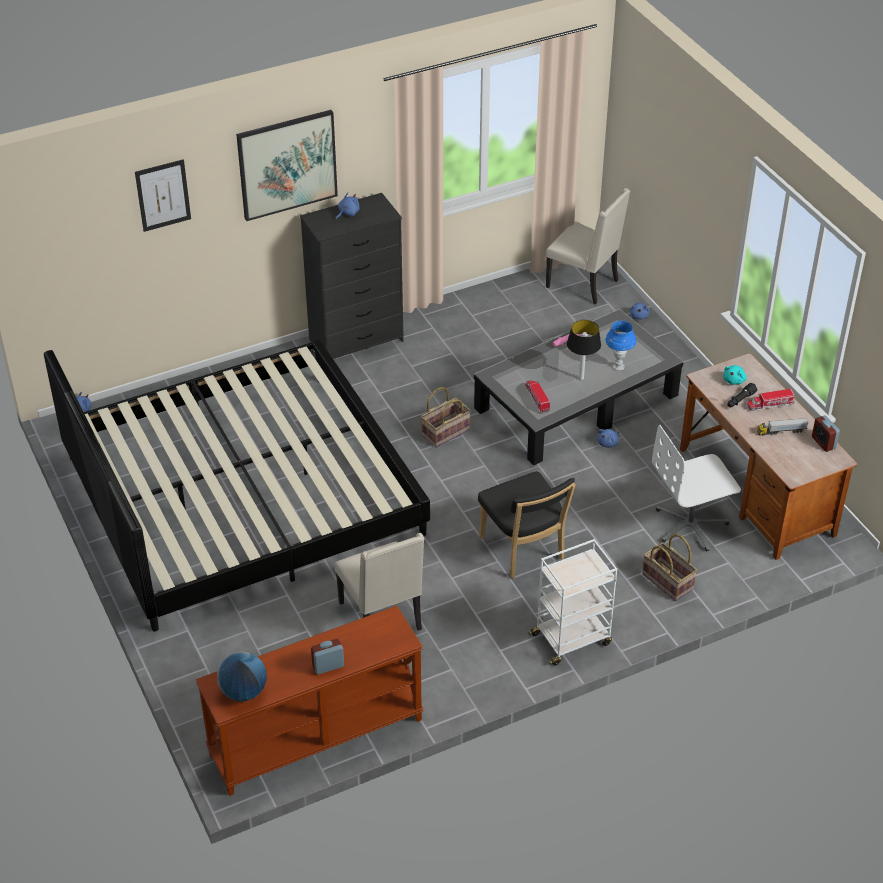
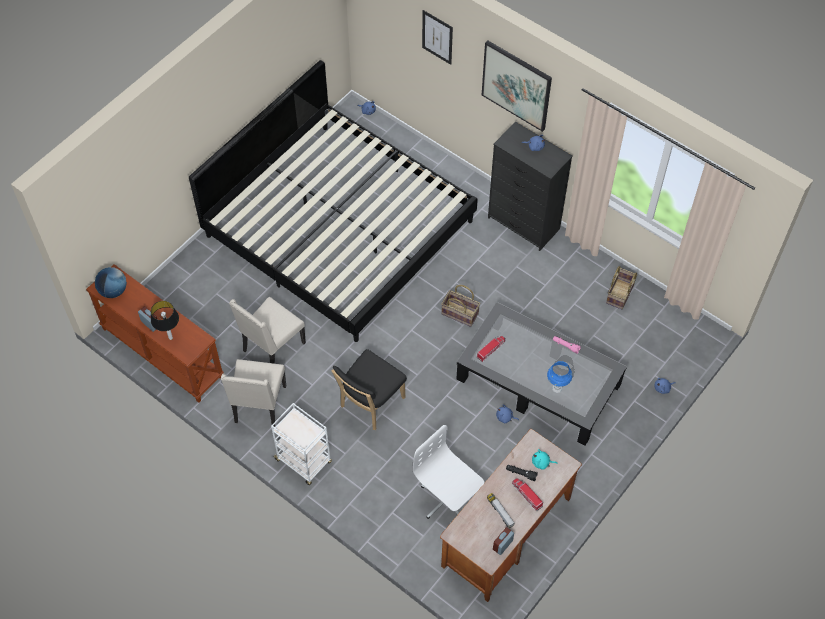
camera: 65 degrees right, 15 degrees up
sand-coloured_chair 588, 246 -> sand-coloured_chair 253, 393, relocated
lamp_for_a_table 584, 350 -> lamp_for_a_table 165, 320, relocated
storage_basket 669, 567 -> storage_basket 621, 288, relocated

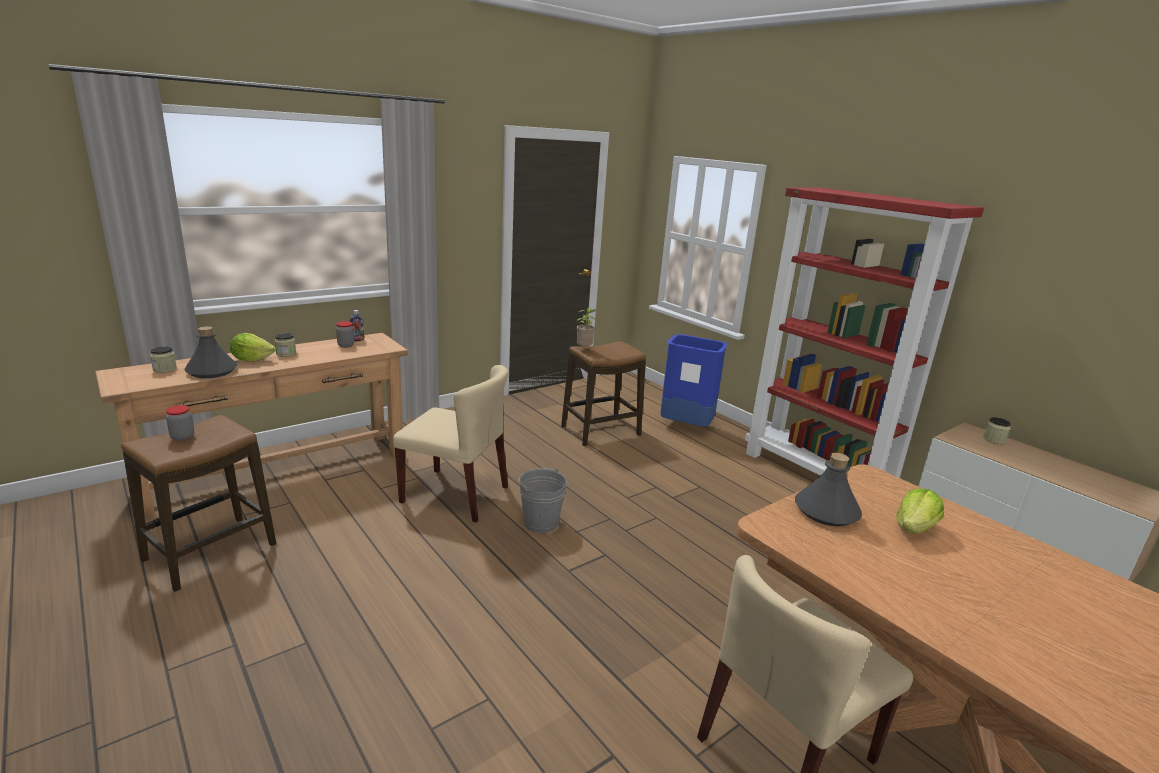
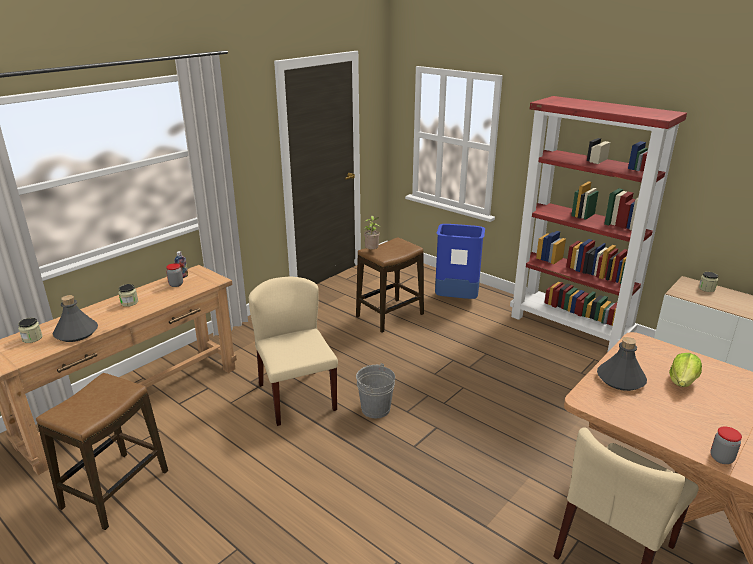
camera: 10 degrees left, 5 degrees up
lettuce 253, 347 -> none
sand-coloured_chair 451, 444 -> sand-coloured_chair 293, 351, 120 degrees counterclockwise
preserve_jar 180, 423 -> preserve_jar 726, 445, relocated

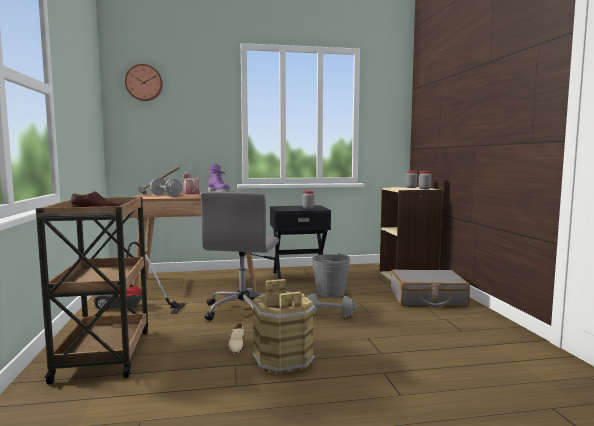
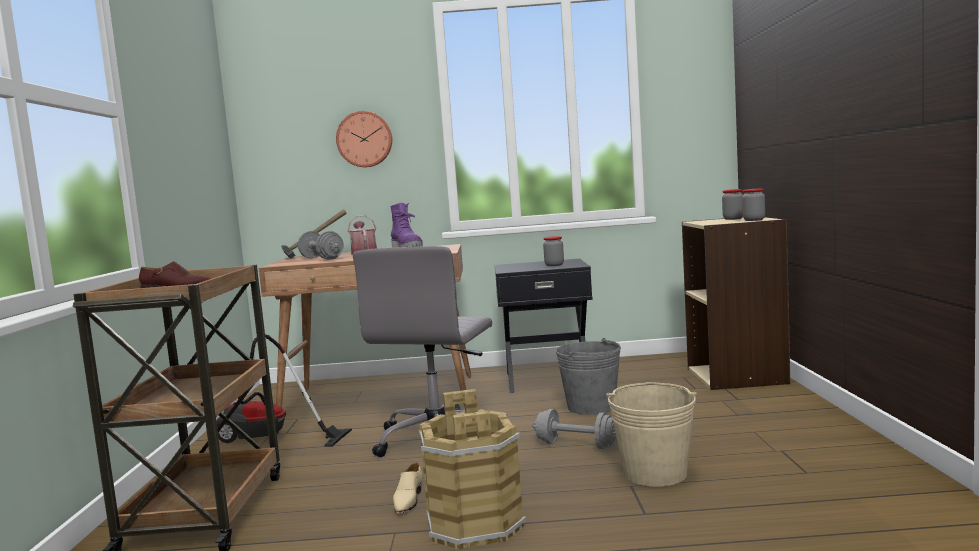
camera: 10 degrees right, 0 degrees up
clock_on_the_wall 144, 82 -> clock_on_the_wall 364, 139, relocated
gray_travel_case 430, 288 -> none
none -> sand-coloured_pail 651, 434

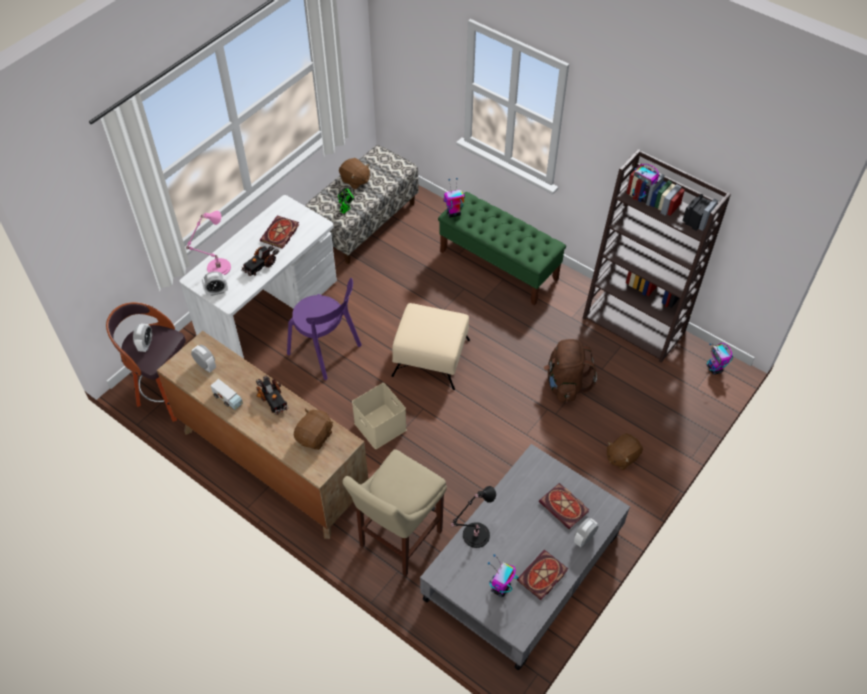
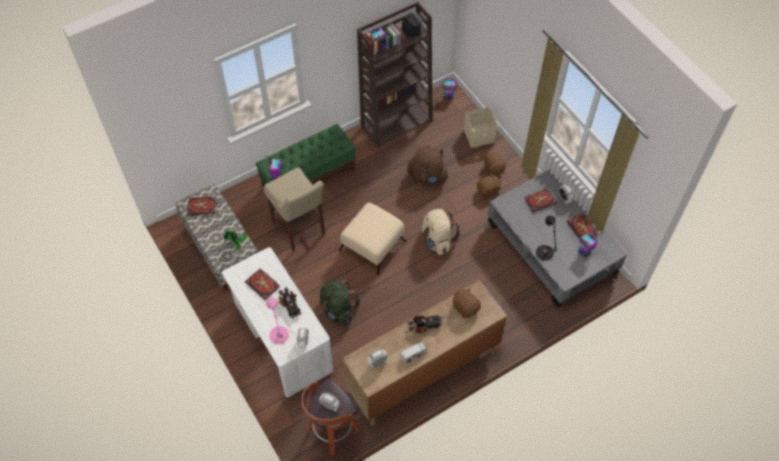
camera: 70 degrees left, 5 degrees up
brown_soft_toy 354, 173 -> brown_soft_toy 489, 185, relocated
purplish_chair 324, 329 -> green_backpack 340, 302
sand-coloured_storage_bin 379, 416 -> sand-coloured_storage_bin 481, 127, relocated
sand-coloured_sitting_stool 394, 513 -> sand-coloured_sitting_stool 294, 209, relocated
none -> bound_book 201, 206
none -> sand-coloured_backpack 440, 232

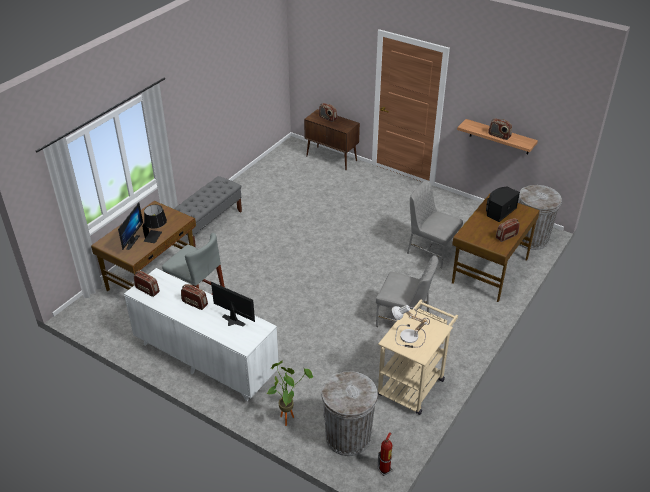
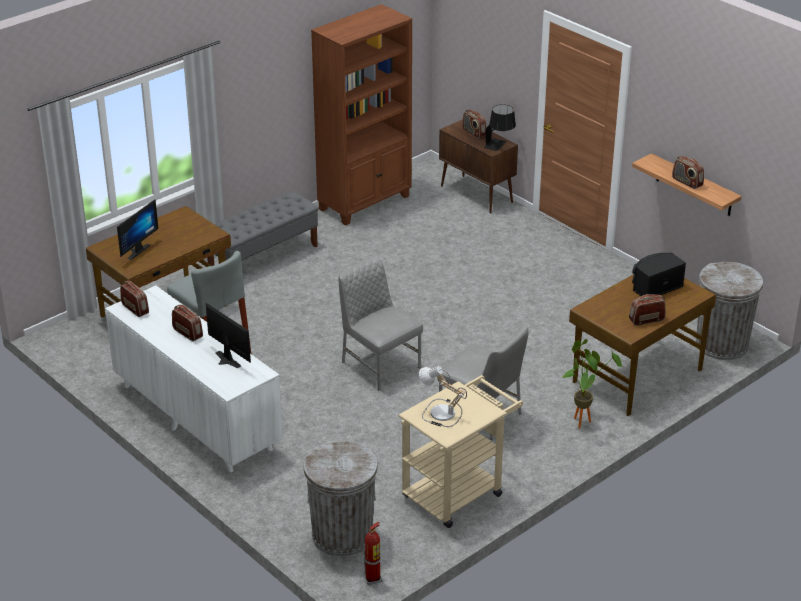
camera: 15 degrees right, 5 degrees down
gray_chair 435, 224 -> gray_chair 380, 323, relocated
black-coloured_lamp_for_a_table 154, 224 -> black-coloured_lamp_for_a_table 500, 127, relocated
potted_plant 289, 393 -> potted_plant 592, 384, relocated
none -> brown_bookshelf 361, 115

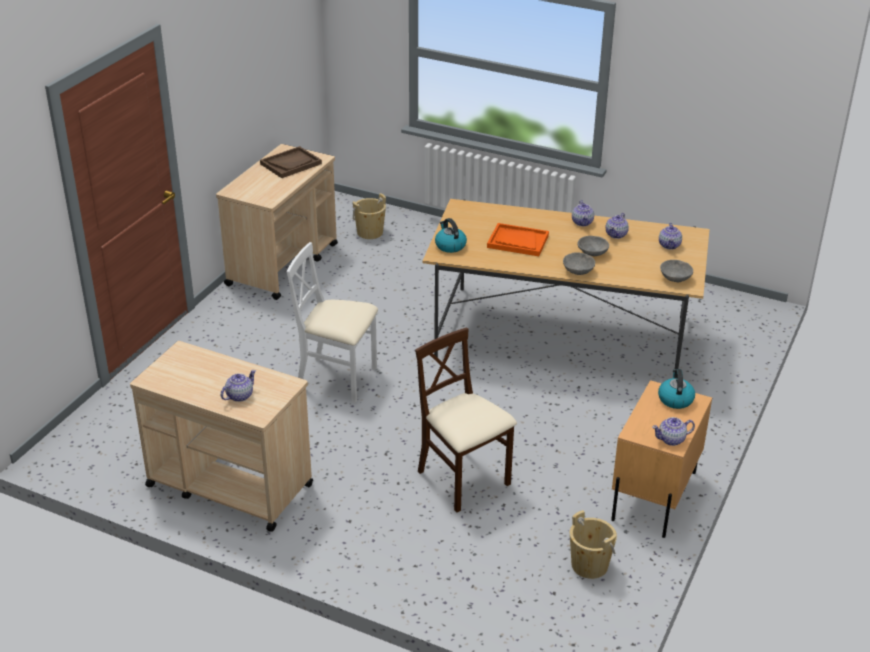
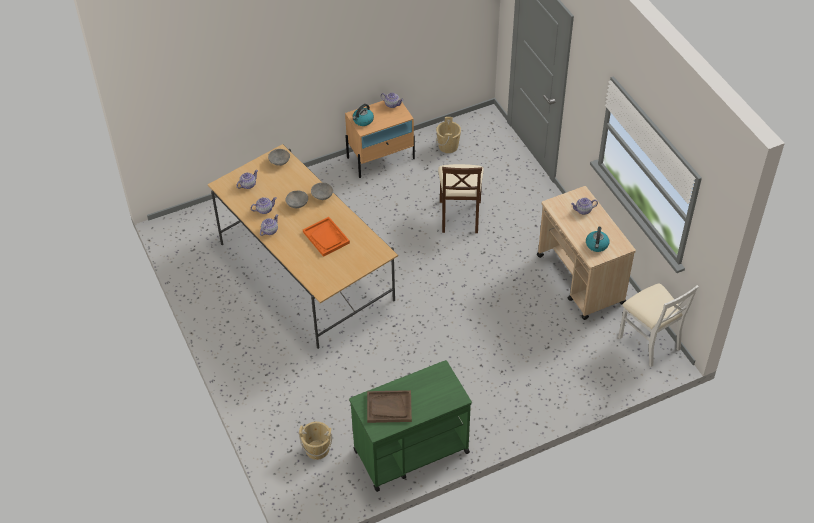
camera: 140 degrees left, 15 degrees up
sand-coloured_trolley 277, 222 -> green_trolley 410, 426
kettle 451, 235 -> kettle 597, 239, relocated
whitish_chair 332, 322 -> whitish_chair 658, 325, relocated

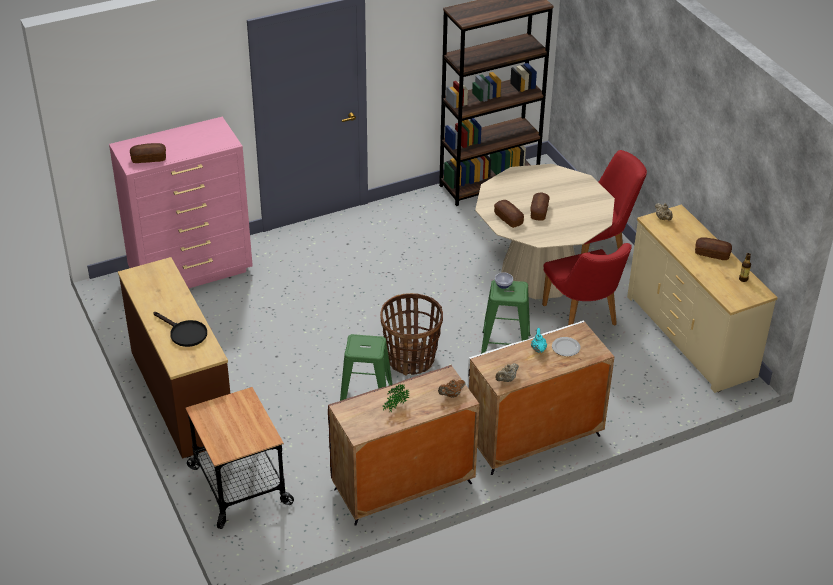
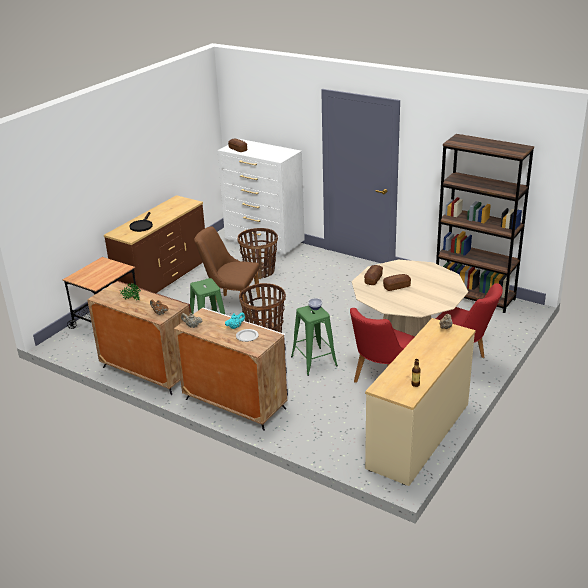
camera: 60 degrees right, 10 degrees down
pinkish_dresser 181, 202 -> whitish_dresser 261, 198
baked_bread 713, 248 -> none
none -> brown_chair 227, 272
none -> storage_basket 257, 253

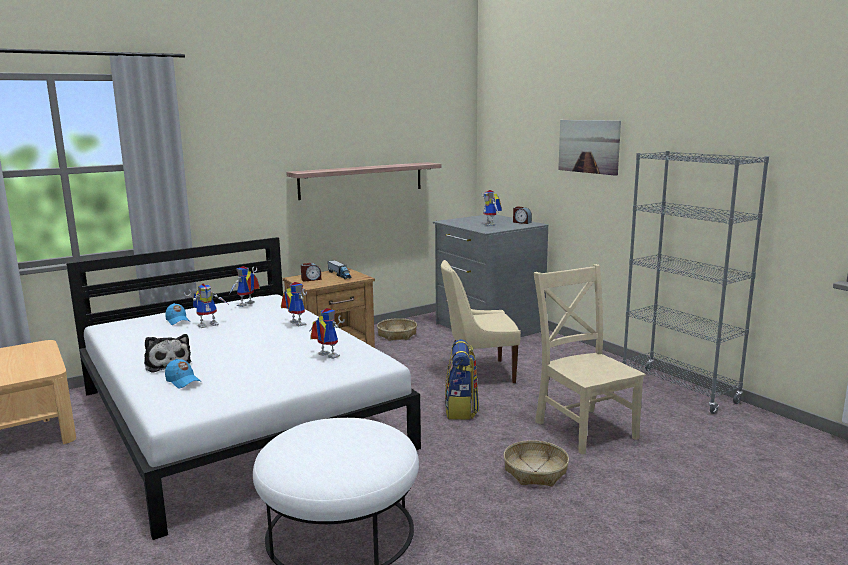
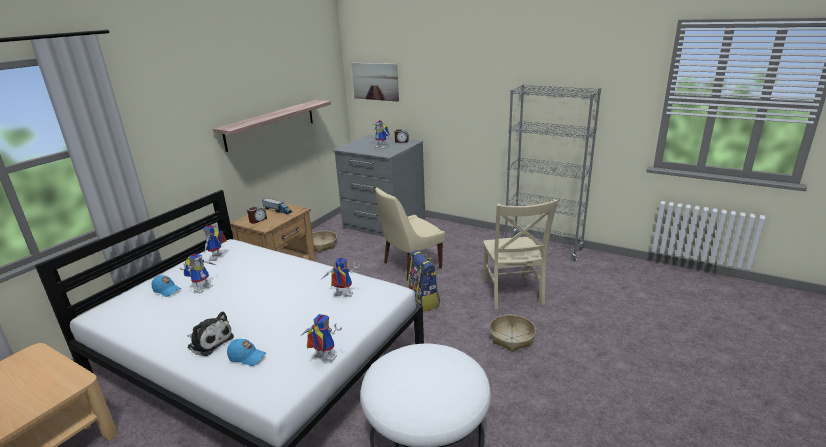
camera: 25 degrees left, 10 degrees up
wall_art 589, 148 -> wall_art 375, 82, relocated
sand-coloured_chair 589, 359 -> sand-coloured_chair 520, 254, 135 degrees counterclockwise
robot_figure 294, 304 -> robot_figure 321, 338, relocated

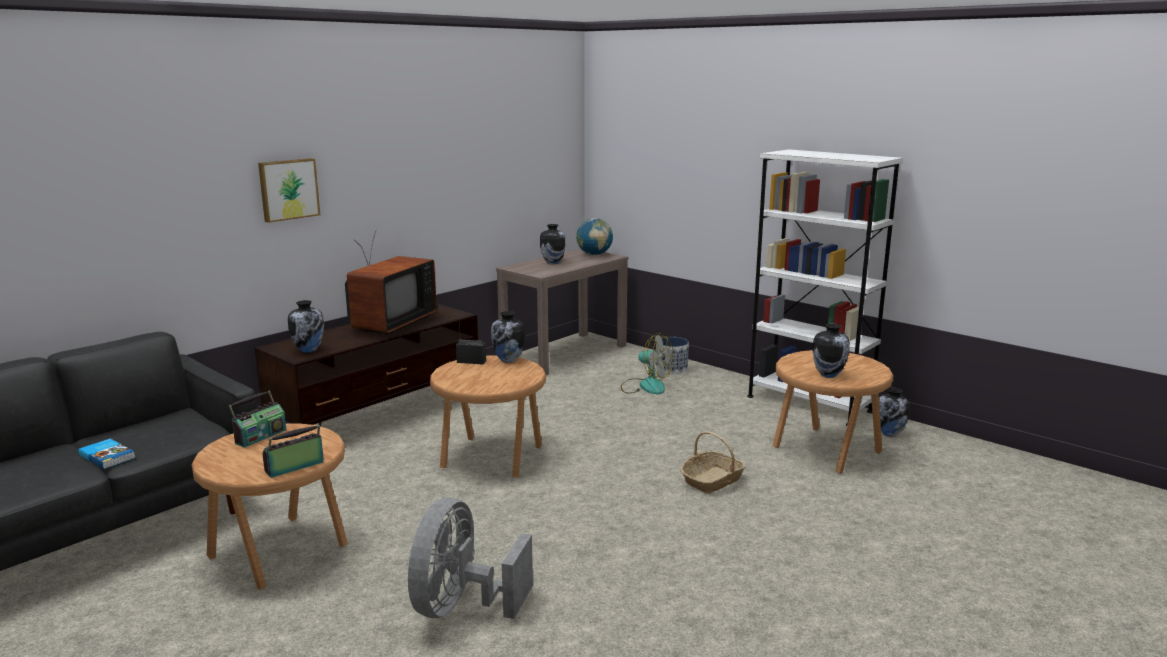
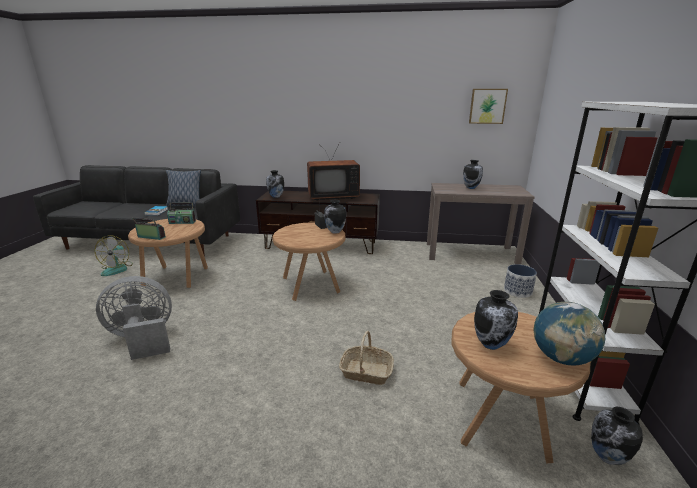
camera: 55 degrees right, 5 degrees up
wall_art 289, 190 -> wall_art 488, 106, relocated
desk_globe 594, 236 -> desk_globe 569, 333, relocated
cooling_fan 647, 363 -> cooling_fan 114, 255, relocated
none -> pillow 183, 188

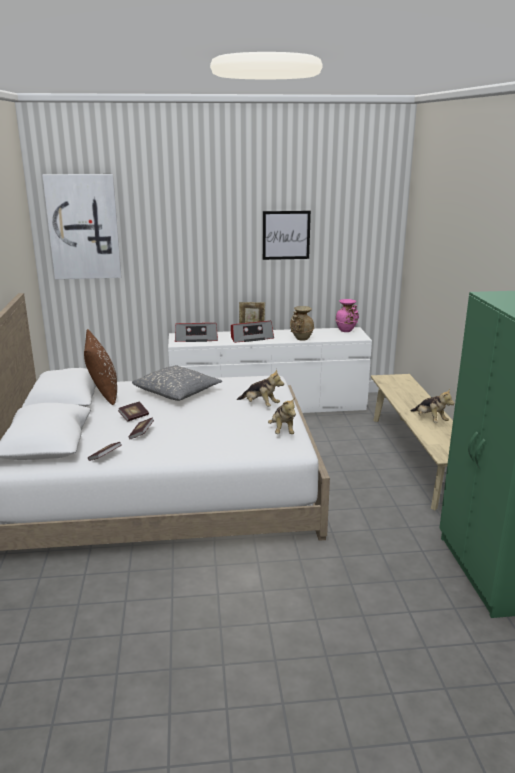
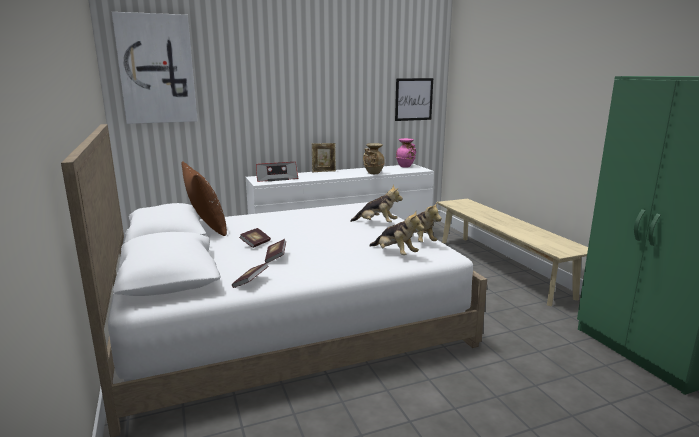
camera: 15 degrees left, 5 degrees down
wall_art 287, 235 -> wall_art 414, 99, relocated
radio 252, 332 -> none
gray_pillow 177, 383 -> none
soft_toy 432, 406 -> soft_toy 396, 233, relocated

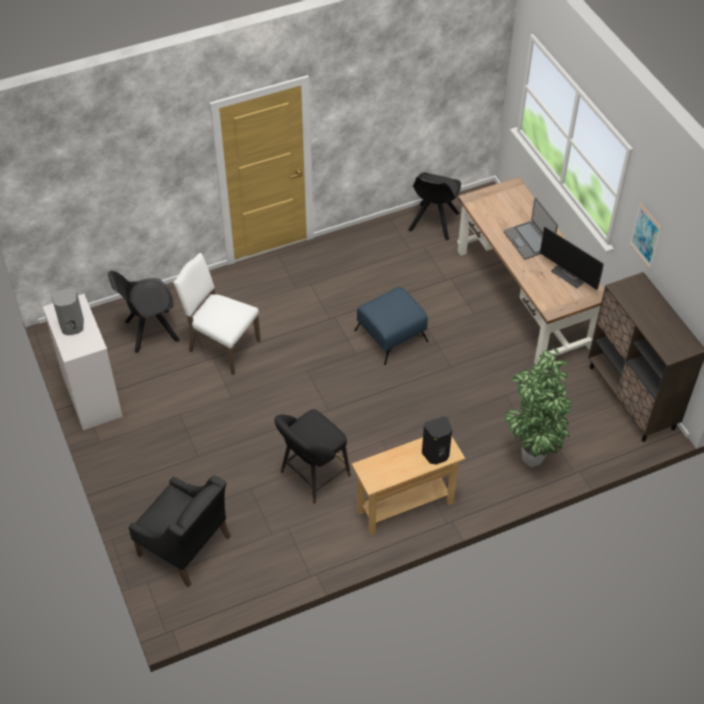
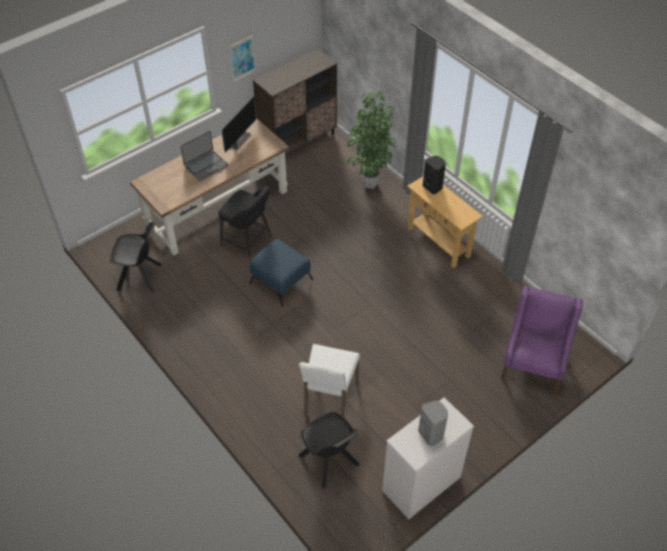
camera: 105 degrees left, 0 degrees up
black-coloured_sitting_stool 312, 456 -> black-coloured_sitting_stool 245, 223, relocated
black-coloured_easy_chair 180, 531 -> purplish_easy_chair 542, 339

